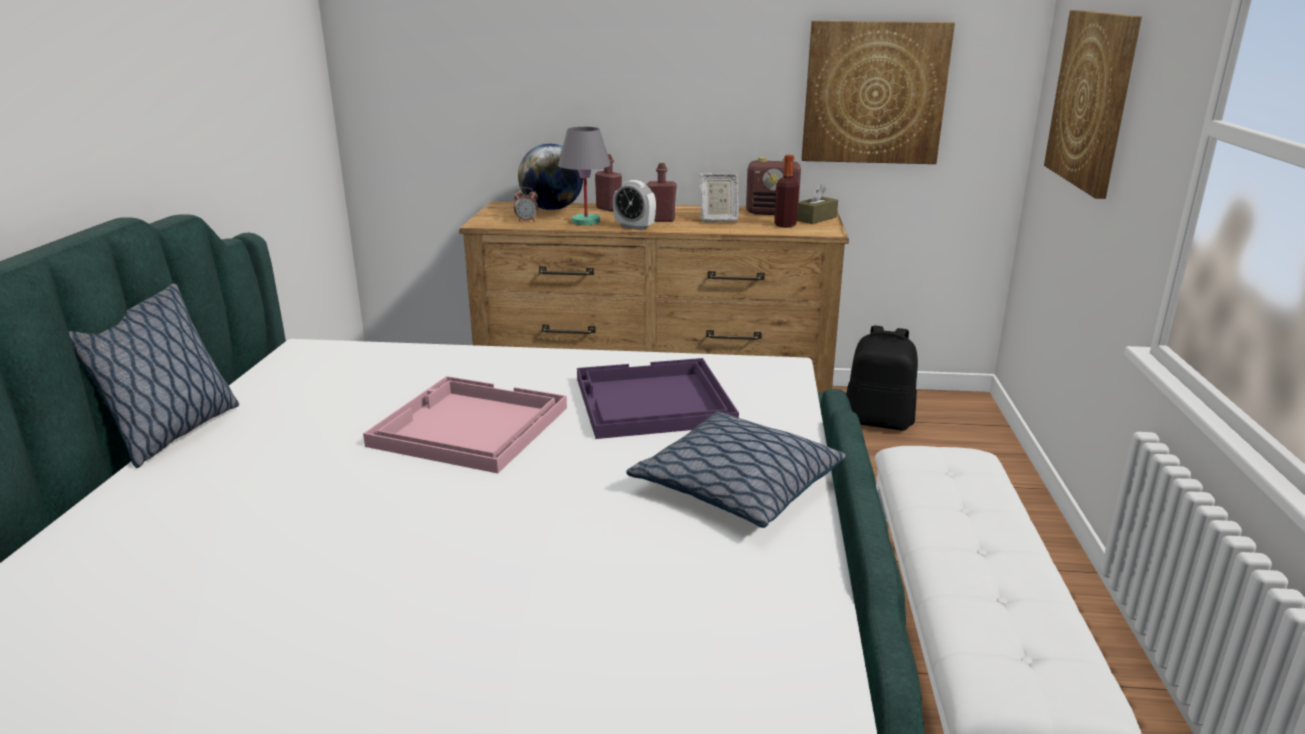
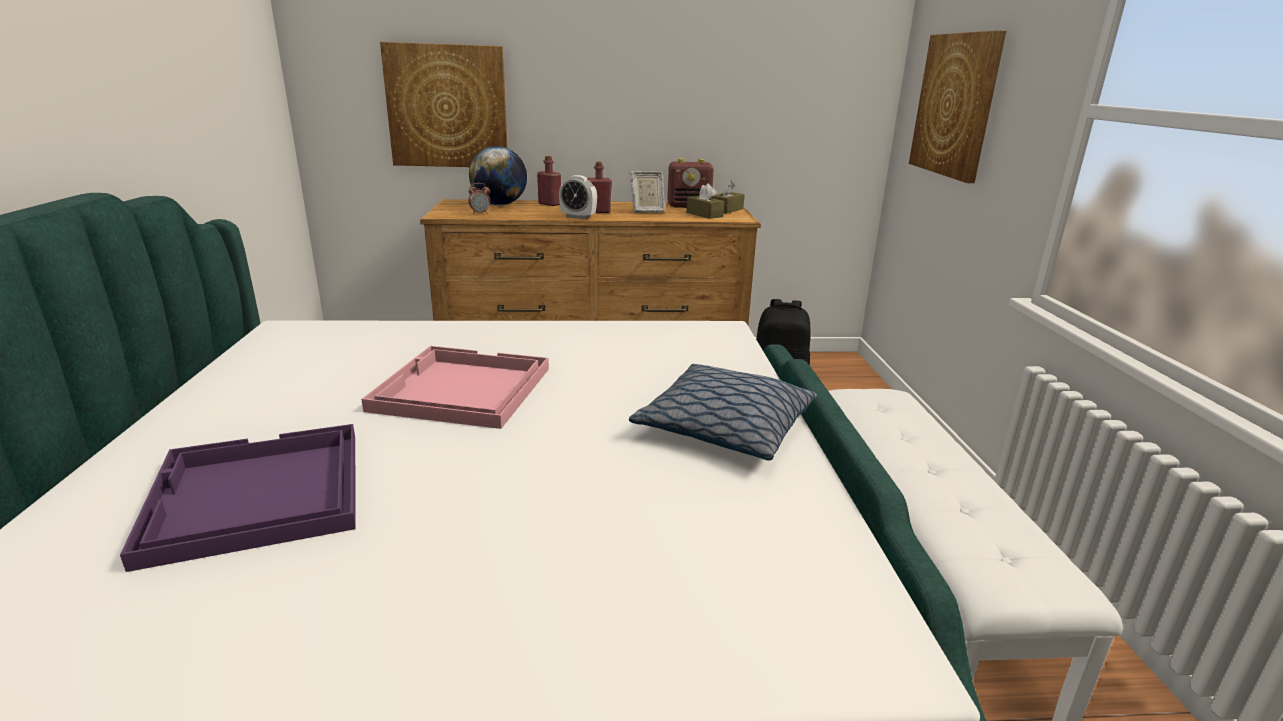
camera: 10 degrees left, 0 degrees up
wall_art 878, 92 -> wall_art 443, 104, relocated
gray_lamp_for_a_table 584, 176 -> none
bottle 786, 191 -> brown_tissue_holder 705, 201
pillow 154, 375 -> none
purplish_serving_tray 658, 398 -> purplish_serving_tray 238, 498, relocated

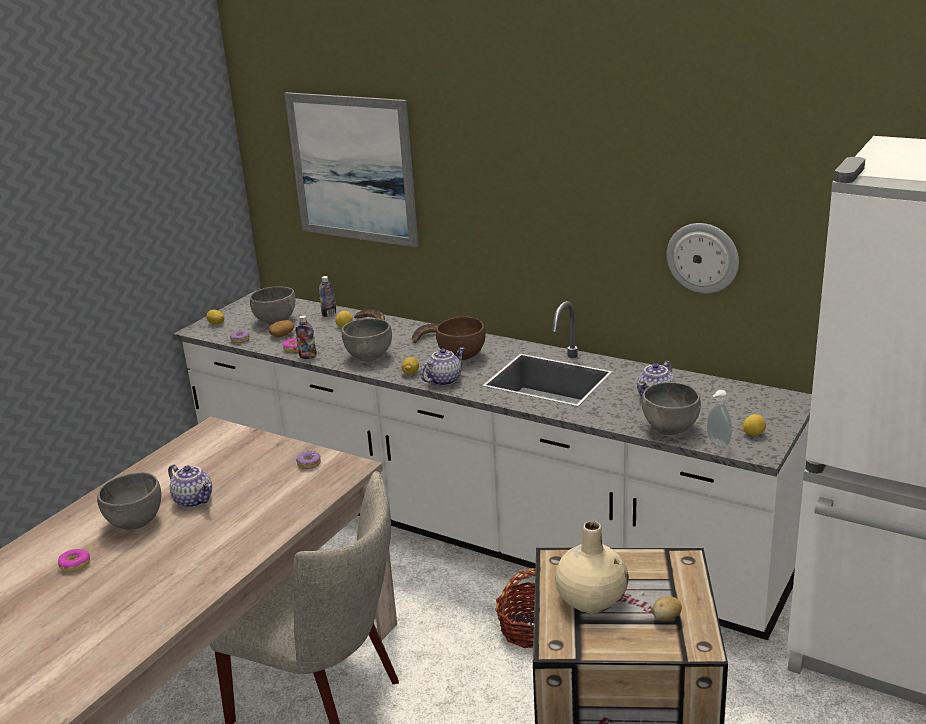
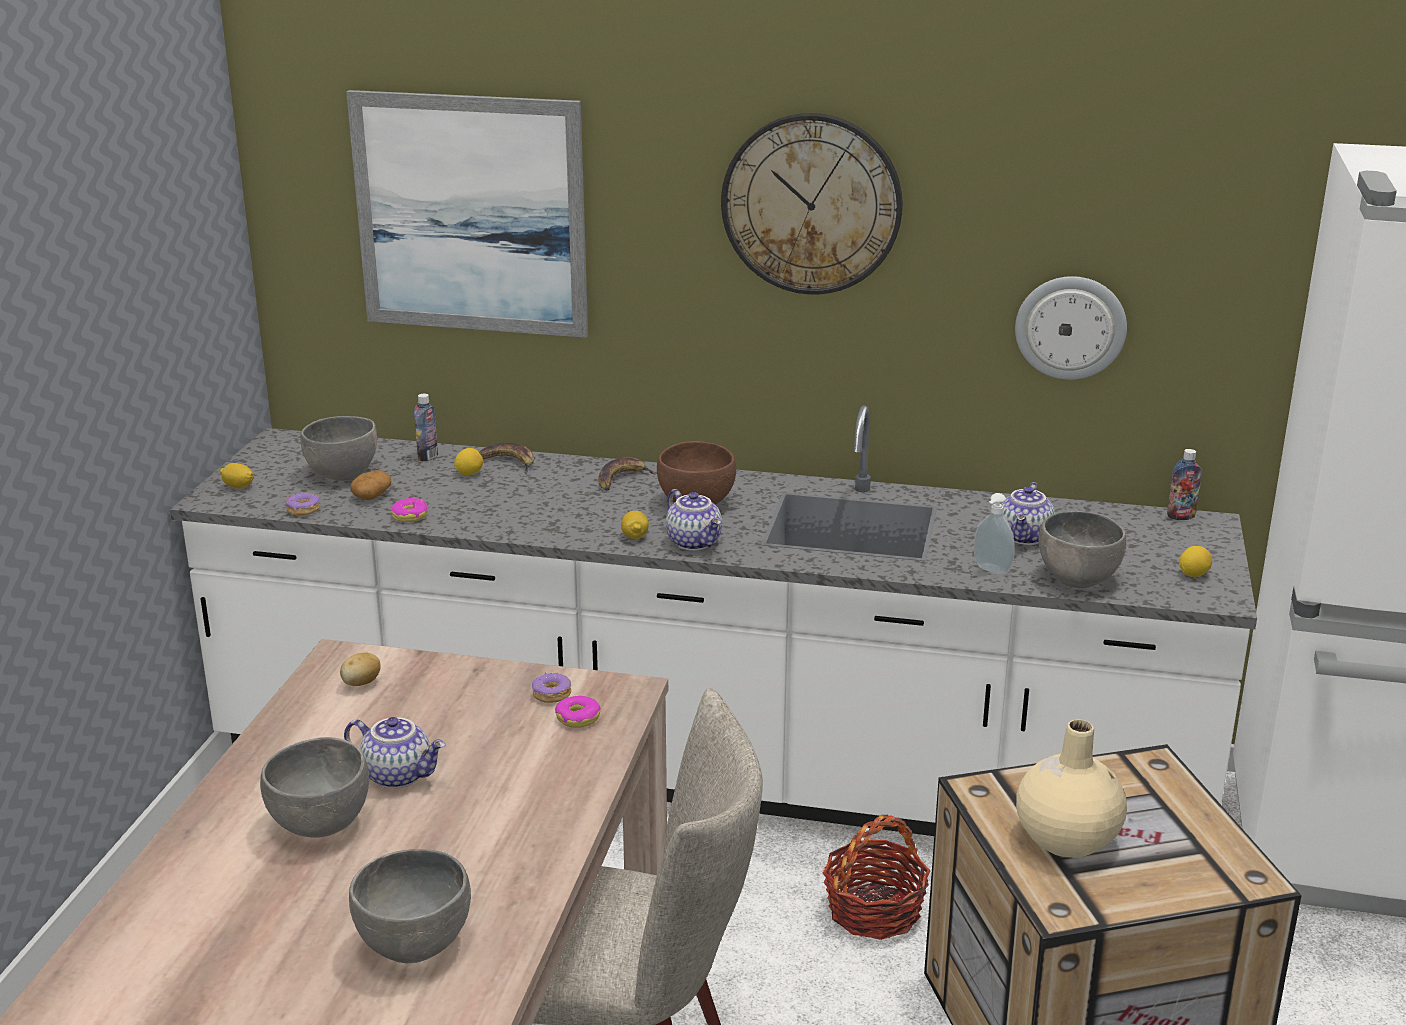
camera: 20 degrees left, 0 degrees up
bottle 306, 337 -> bottle 1184, 484, relocated
gray_bowl 366, 339 -> gray_bowl 410, 906, relocated
teapot 442, 366 -> teapot 694, 520, 120 degrees clockwise
soap_bottle 719, 418 -> soap_bottle 994, 533, relocated
ring_doughnut 74, 560 -> ring_doughnut 578, 712, relocated
potato 667, 609 -> potato 360, 669, relocated
none -> clock_on_the_wall 812, 203

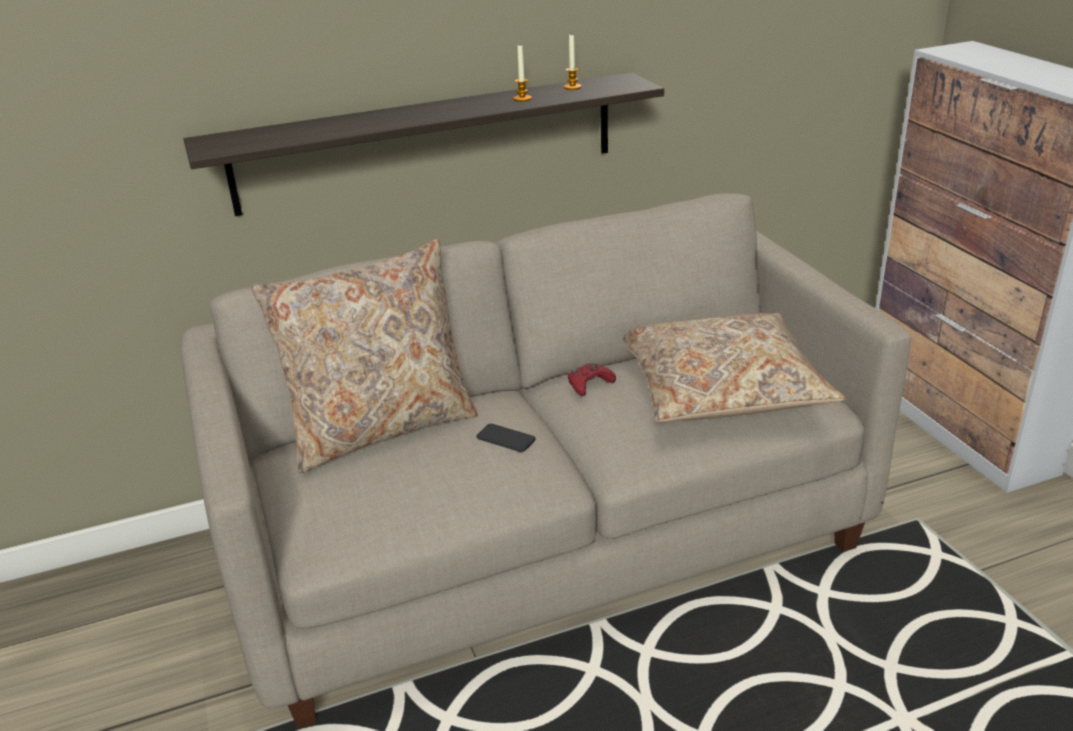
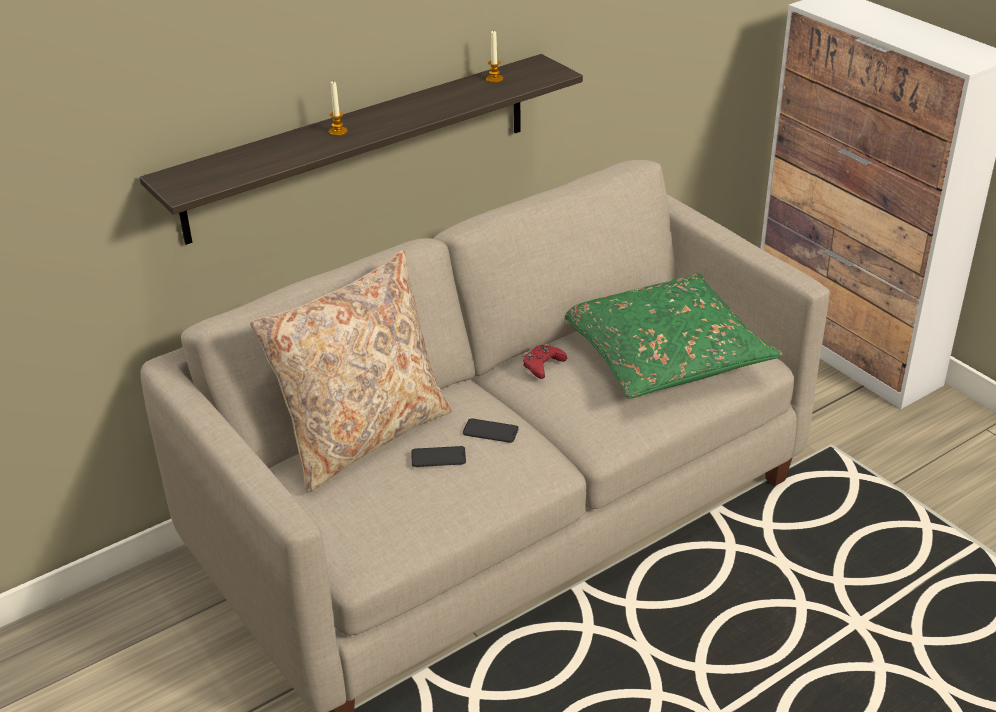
camera: 15 degrees left, 5 degrees up
wax_candle 523, 73 -> wax_candle 338, 108, relocated
sand-coloured_pillow 734, 367 -> green_pillow 674, 336
none -> phone 439, 456

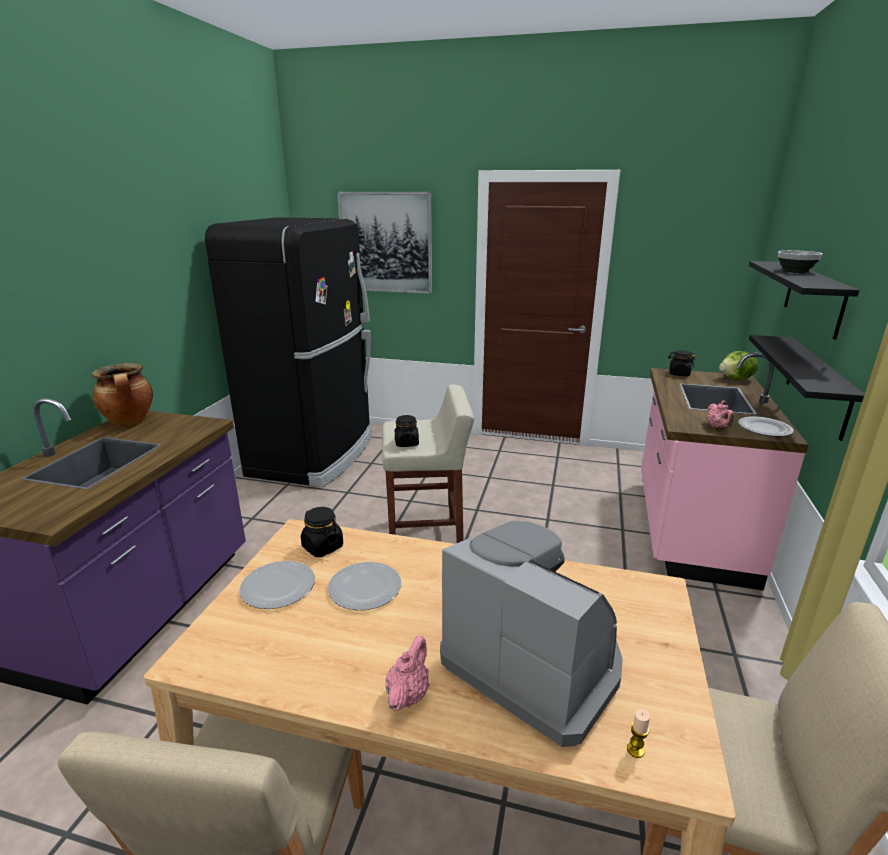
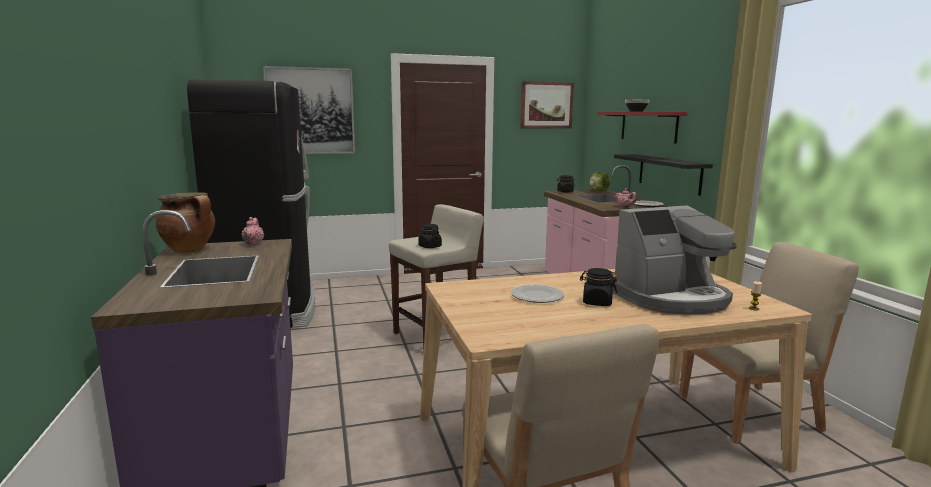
camera: 30 degrees left, 10 degrees down
black-coloured_bracket_shelf 804, 300 -> red_bracket_shelf 642, 127
black-coloured_preserve_jar 322, 532 -> black-coloured_preserve_jar 598, 287, relocated
coffee_machine 531, 634 -> coffee_machine 674, 260, 150 degrees clockwise
flat_dish 277, 585 -> none
pinkish_teapot 408, 673 -> pinkish_teapot 252, 231, relocated
none -> wall_art 547, 104

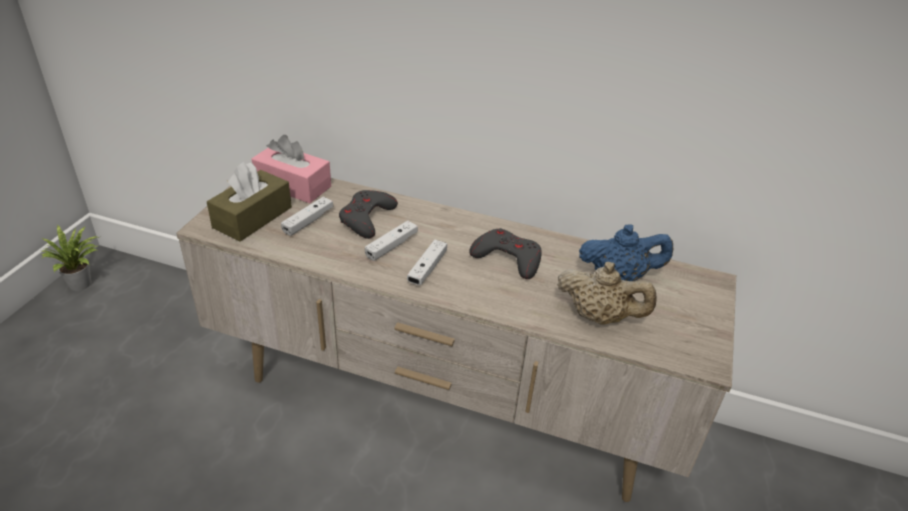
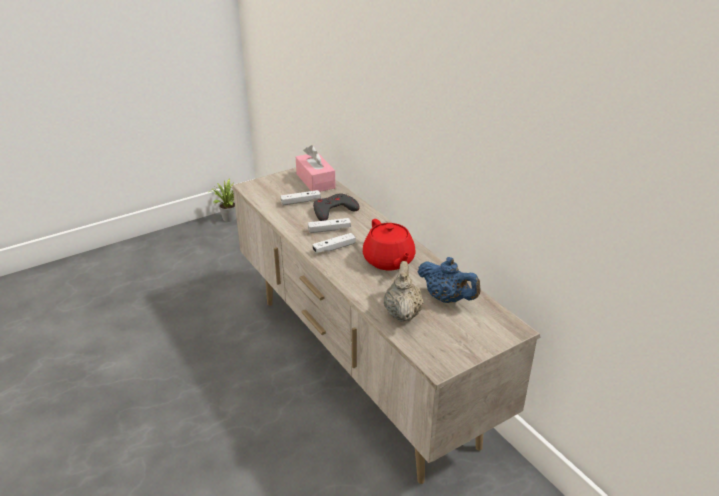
camera: 40 degrees right, 5 degrees down
brown_tissue_holder 249, 201 -> none
gray_gamepad 505, 253 -> red_teapot 389, 244
sand-coloured_teapot 606, 293 -> sand-coloured_teapot 404, 291, 150 degrees counterclockwise

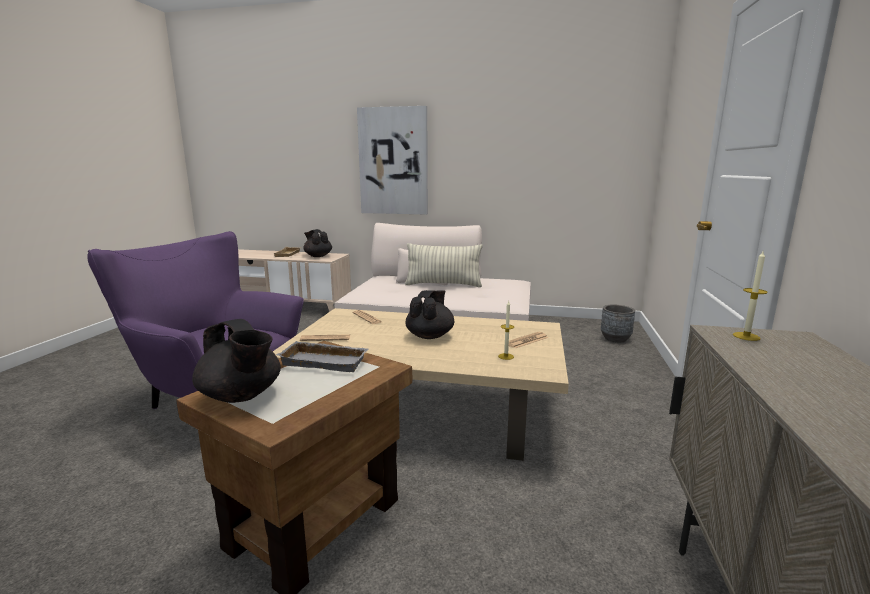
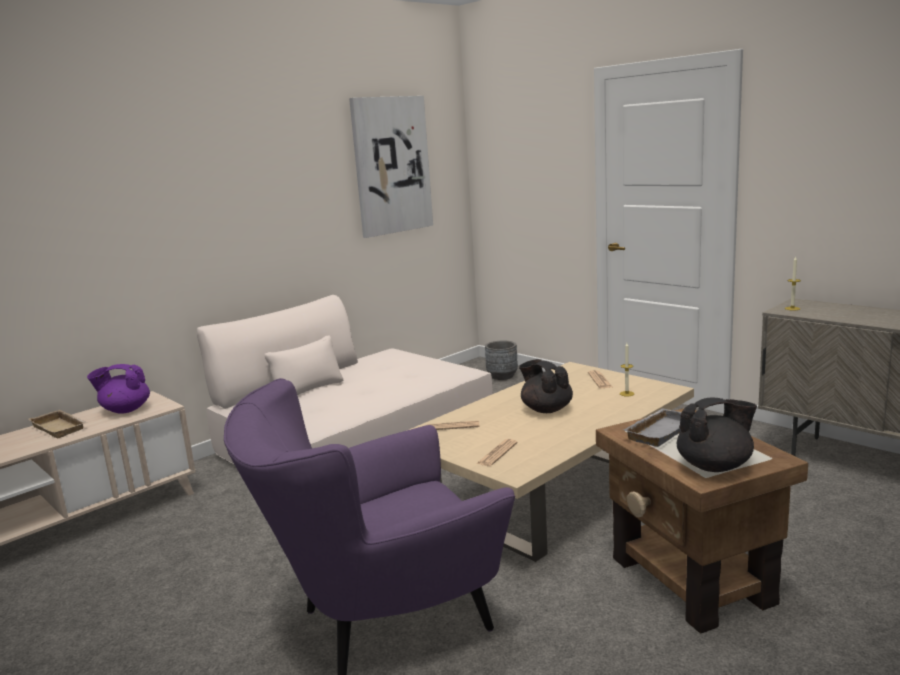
camera: 55 degrees left, 0 degrees up
wall_art 392, 160 -> wall_art 391, 167, relocated
black-coloured_teapot 317, 243 -> purplish_teapot 118, 389
pillow 444, 265 -> none

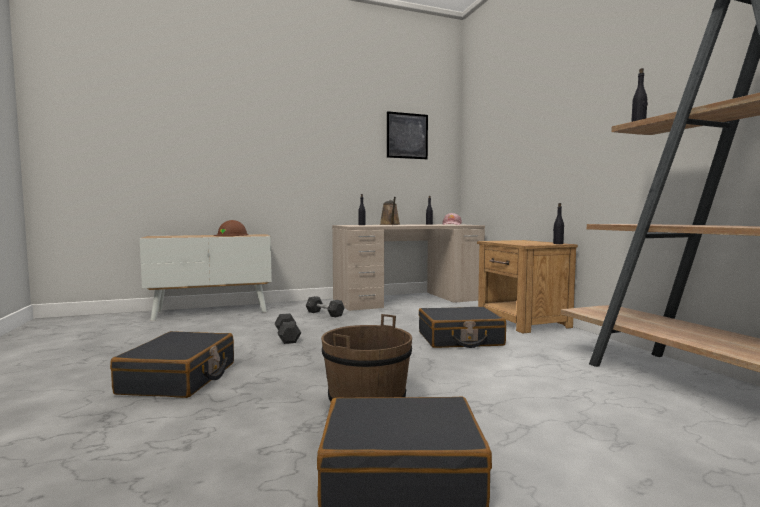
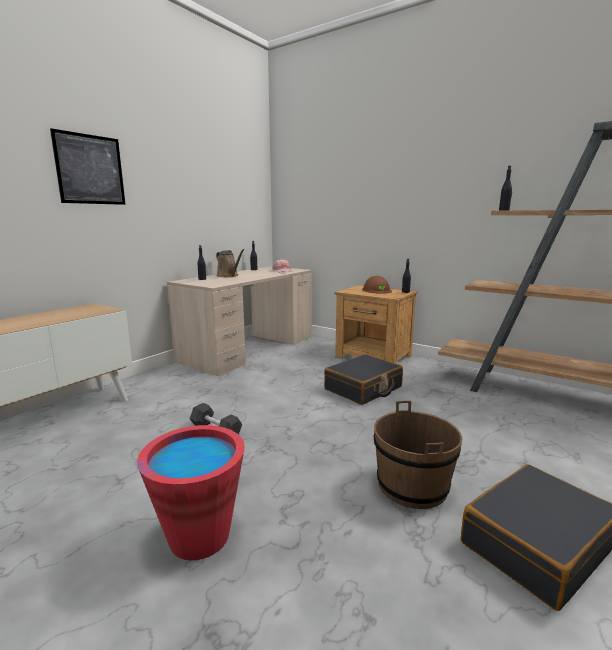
camera: 35 degrees left, 10 degrees up
wall_art 407, 135 -> wall_art 87, 166, relocated
brown_hard_hat 231, 228 -> brown_hard_hat 377, 285, relocated
gray_dumbbell 325, 306 -> none
black-coloured_travel_case 172, 364 -> red_pail 191, 492

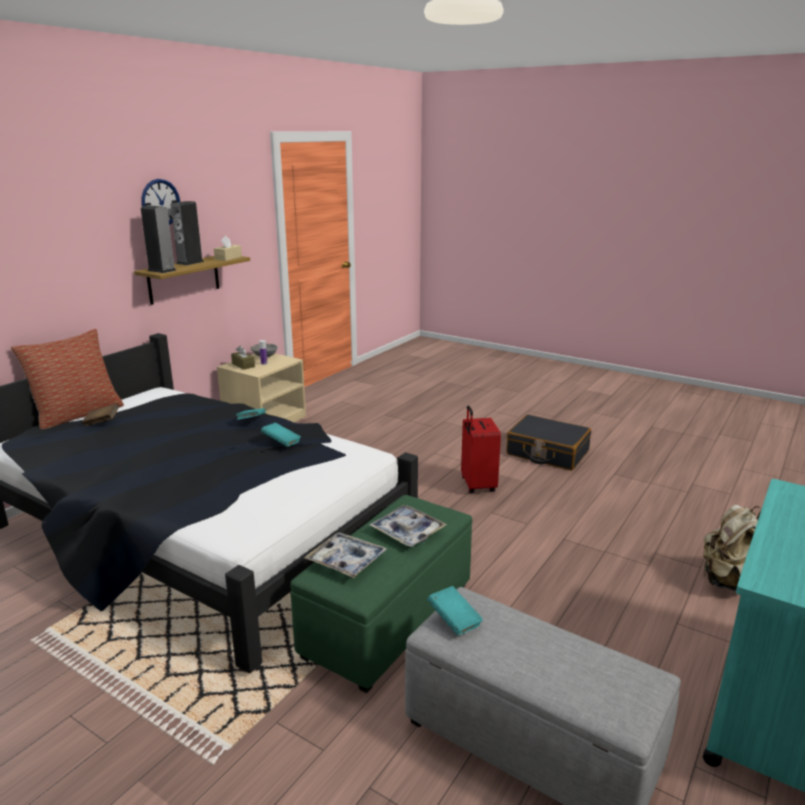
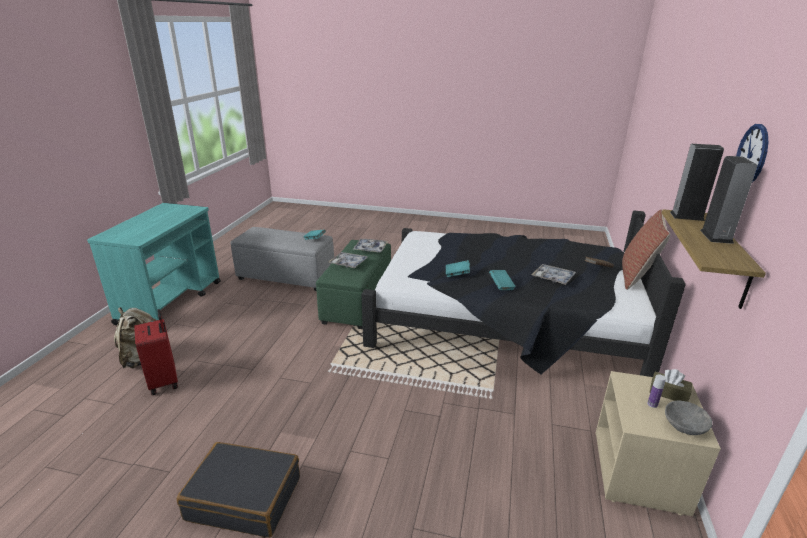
camera: 160 degrees right, 5 degrees up
sand-coloured_tissue_holder 228, 248 -> none
red_travel_case 481, 449 -> red_travel_case 156, 352, relocated
none -> serving_tray 554, 274

